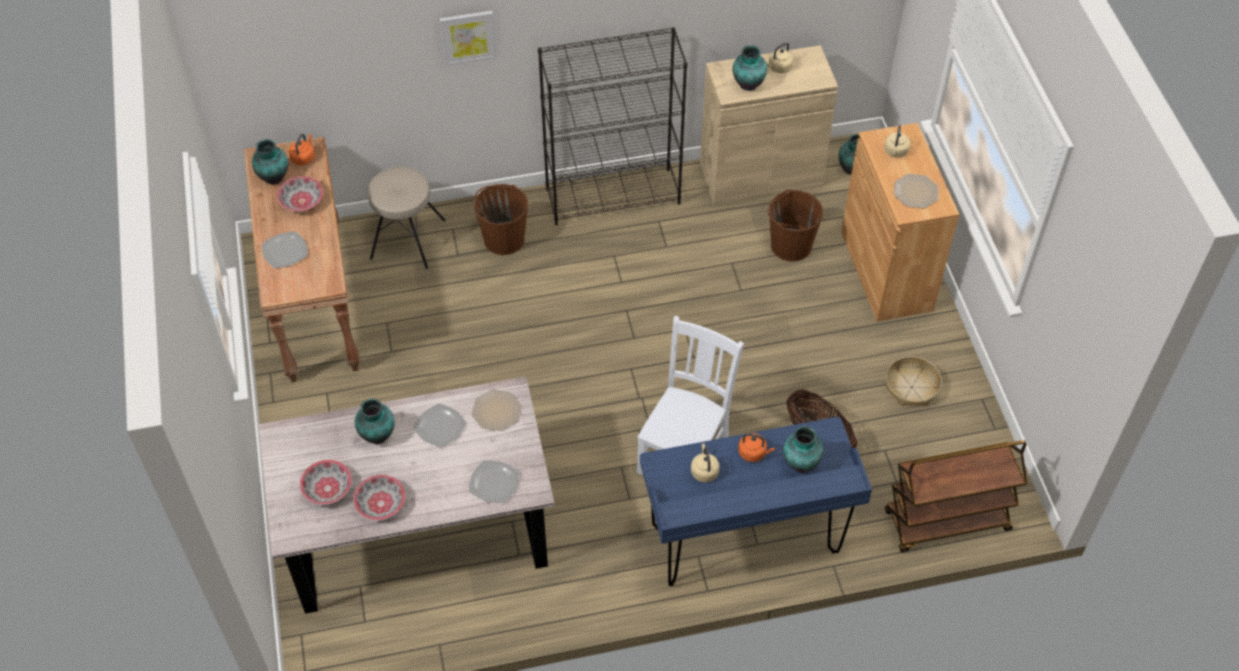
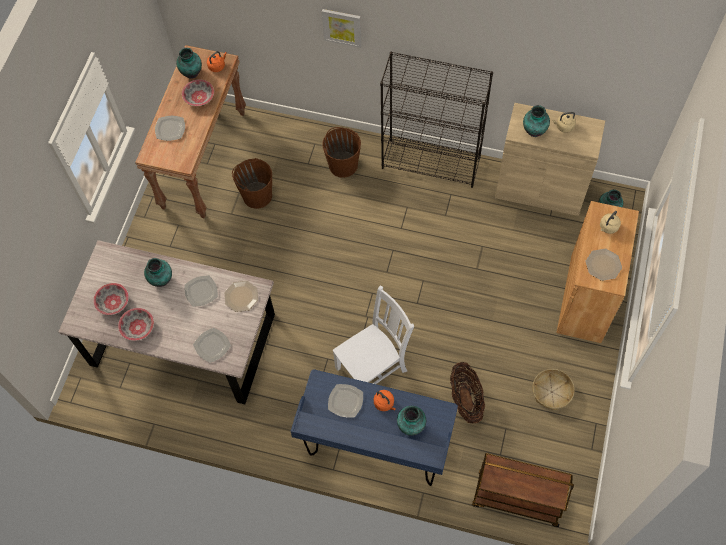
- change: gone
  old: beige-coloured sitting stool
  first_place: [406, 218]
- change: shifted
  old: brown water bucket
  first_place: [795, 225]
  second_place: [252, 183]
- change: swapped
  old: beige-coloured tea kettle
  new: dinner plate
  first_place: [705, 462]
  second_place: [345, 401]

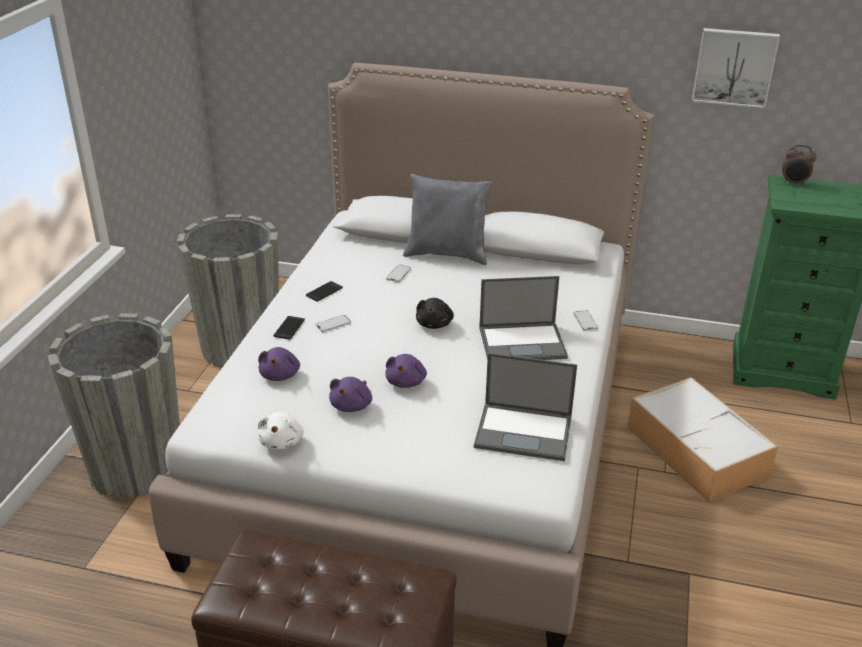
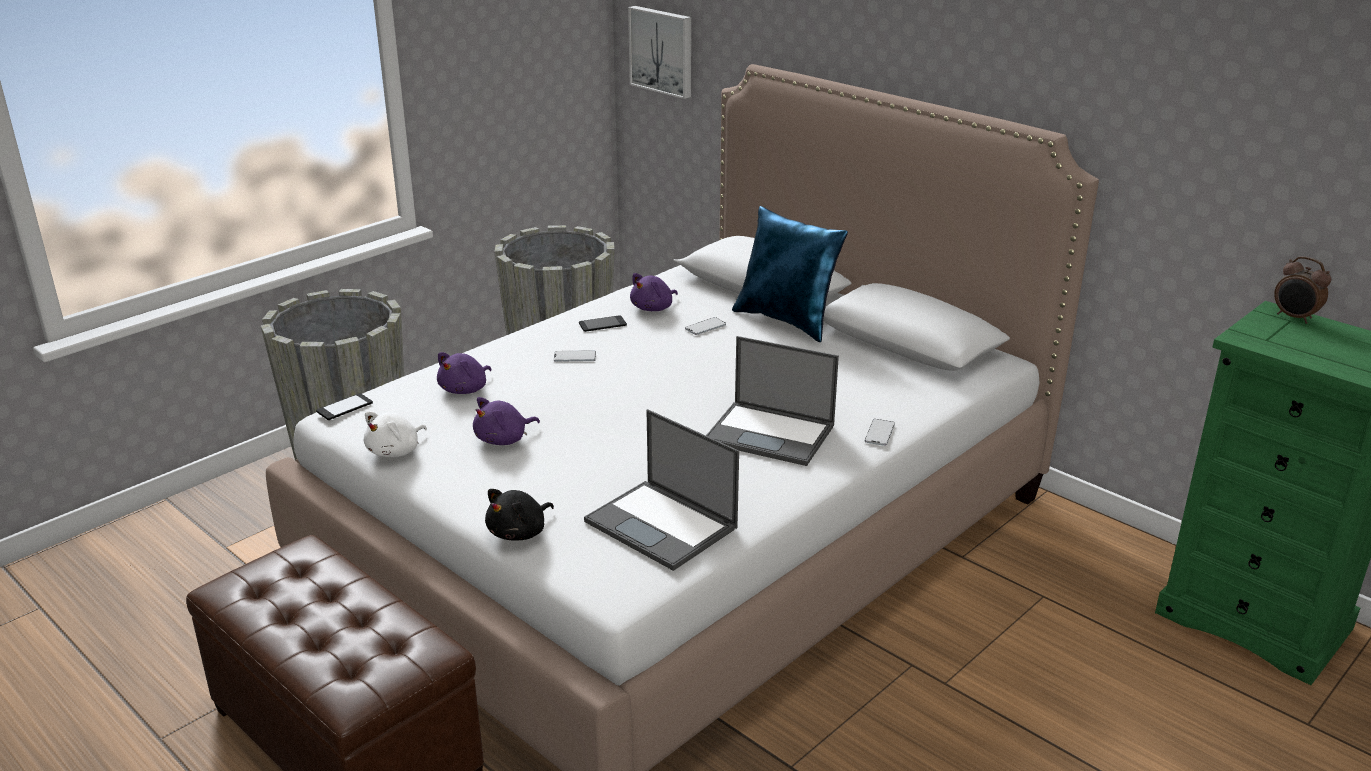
- change: gone
  old: storage bin
  first_place: [702, 439]
- change: shifted
  old: phone
  first_place: [289, 328]
  second_place: [344, 406]
- change: shifted
  old: purple-coloured plush toy
  first_place: [406, 371]
  second_place: [654, 292]
- change: shifted
  old: black plush toy
  first_place: [435, 313]
  second_place: [519, 515]
- change: shifted
  old: picture
  first_place: [736, 68]
  second_place: [659, 52]
- change: repainted
  old: greyish cushion
  new: blue cushion
  first_place: [447, 219]
  second_place: [790, 274]

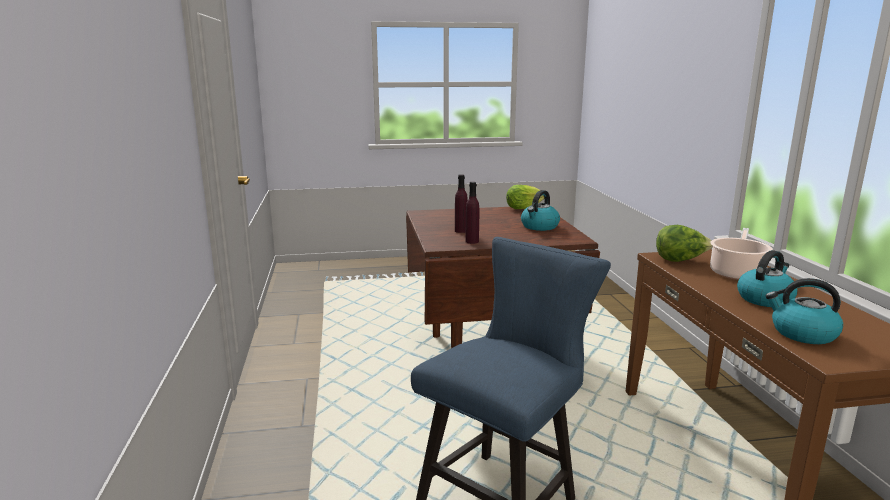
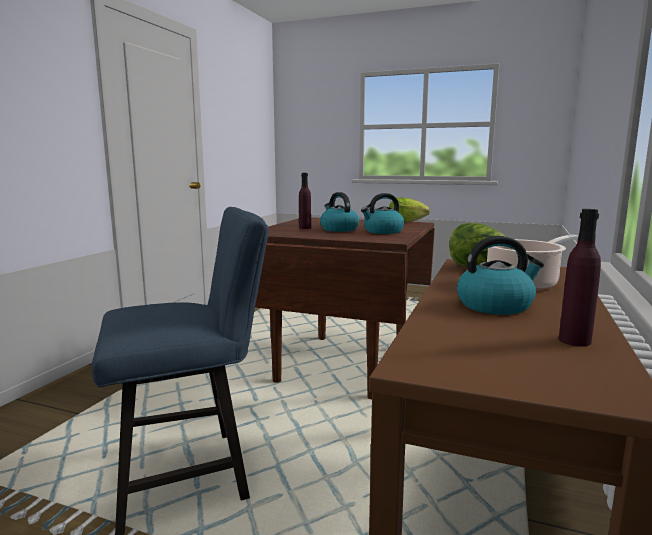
- change: shifted
  old: purple-coloured bottle
  first_place: [472, 213]
  second_place: [580, 277]
- change: shifted
  old: tea kettle
  first_place: [804, 311]
  second_place: [339, 212]

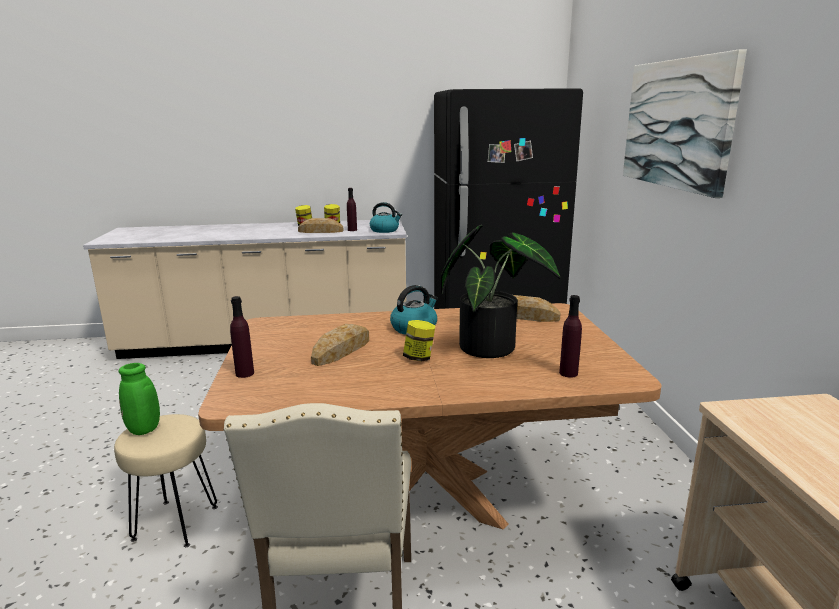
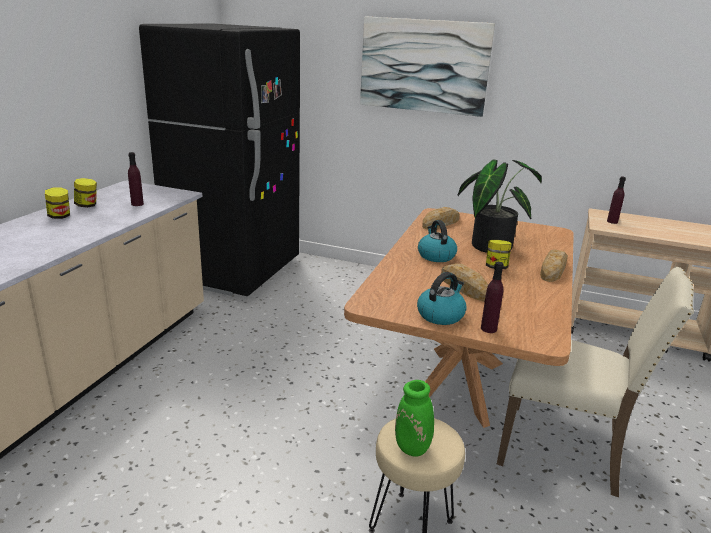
- change: shifted
  old: bakery bread
  first_place: [321, 225]
  second_place: [554, 265]
- change: shifted
  old: tea kettle
  first_place: [386, 217]
  second_place: [442, 298]
- change: shifted
  old: purple-coloured bottle
  first_place: [570, 336]
  second_place: [616, 200]

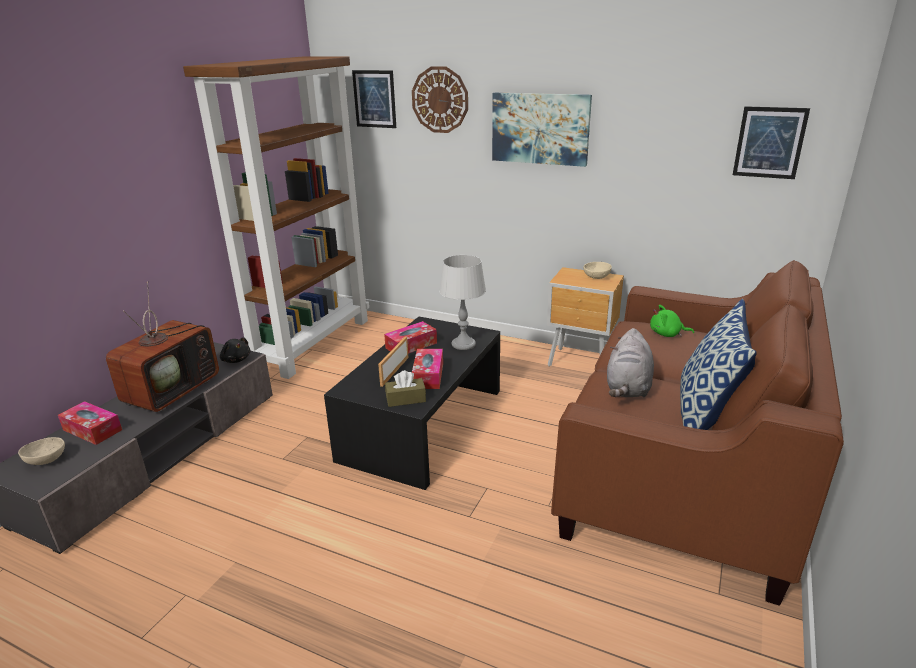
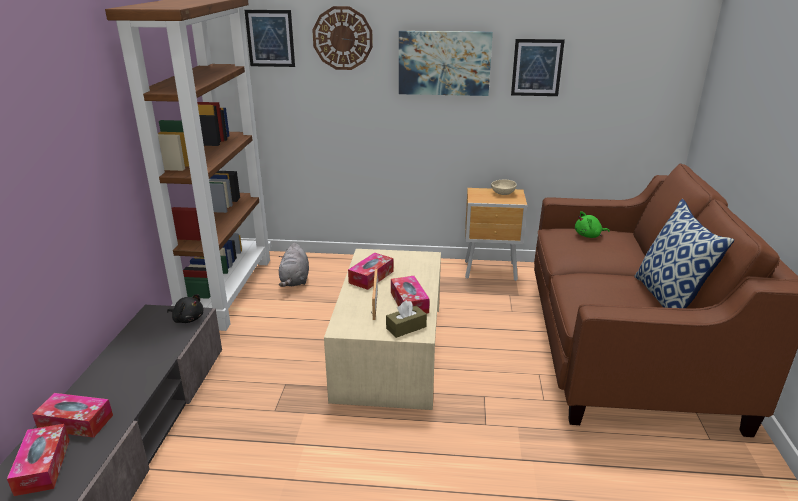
- change: gone
  old: TV
  first_place: [162, 347]
- change: gone
  old: greyish table lamp
  first_place: [462, 302]
- change: shifted
  old: greyish plush toy
  first_place: [630, 362]
  second_place: [294, 264]
- change: shifted
  old: picture
  first_place: [771, 142]
  second_place: [538, 67]
- change: swapped
  old: beige-coloured deep dish
  new: box of tissues
  first_place: [41, 451]
  second_place: [38, 460]
- change: repainted
  old: black coffee table
  new: beige-coloured coffee table
  first_place: [412, 403]
  second_place: [382, 329]

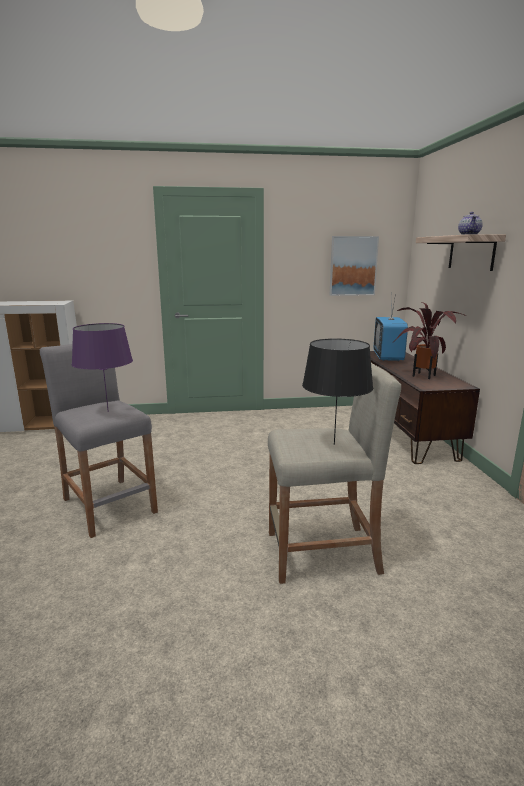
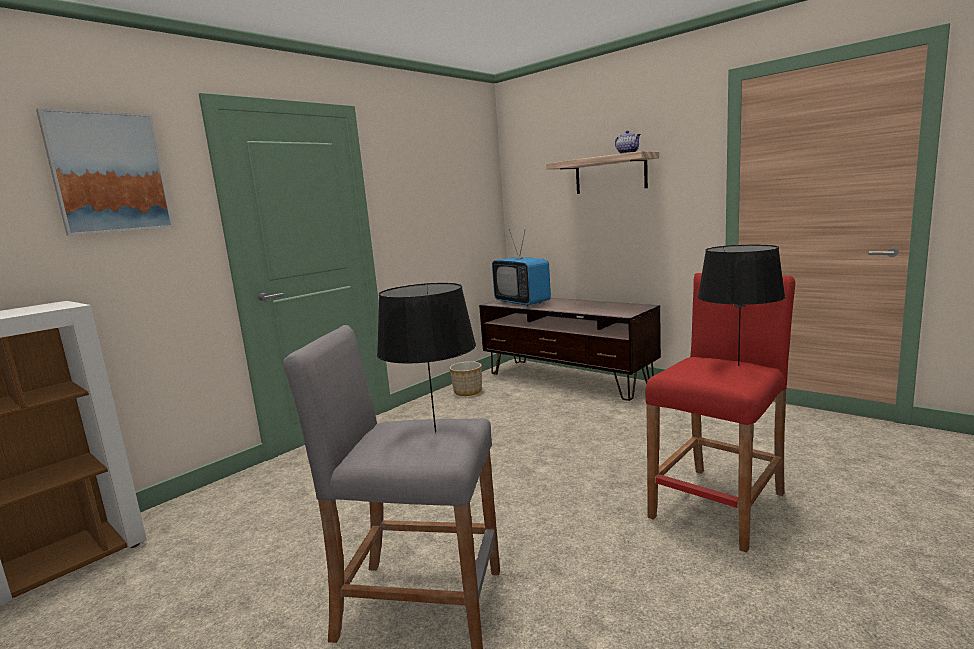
- change: gone
  old: potted plant
  first_place: [430, 340]
- change: new
  new: flower pot
  second_place: [466, 378]
- change: shifted
  old: picture
  first_place: [354, 266]
  second_place: [105, 172]
- change: repainted
  old: purple-coloured table lamp
  new: black table lamp
  first_place: [102, 367]
  second_place: [426, 358]
- change: repainted
  old: beige-coloured sitting stool
  new: red-coloured sitting stool
  first_place: [334, 473]
  second_place: [720, 413]

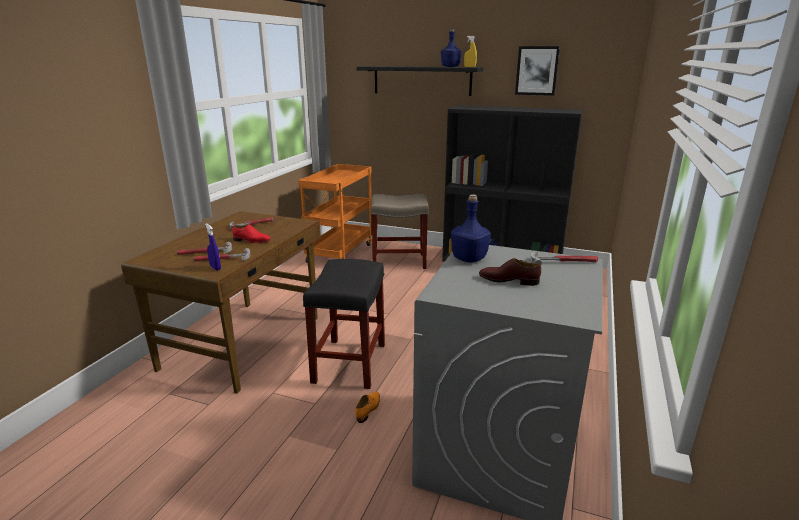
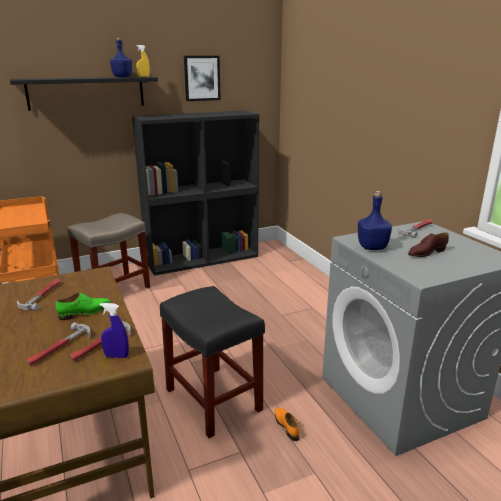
- change: repainted
  old: red-coloured item of footwear
  new: greenish item of footwear
  first_place: [251, 233]
  second_place: [83, 306]

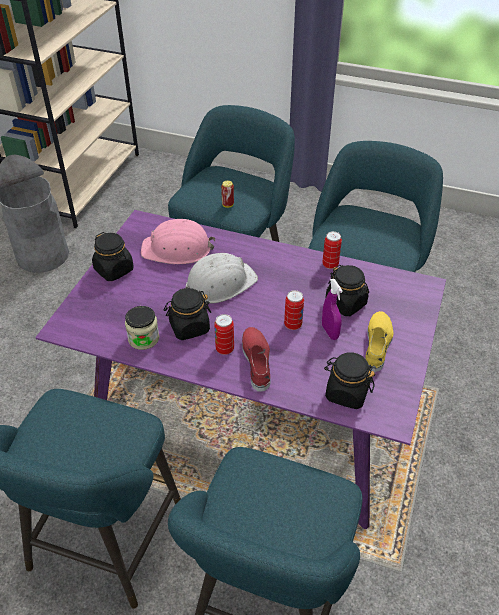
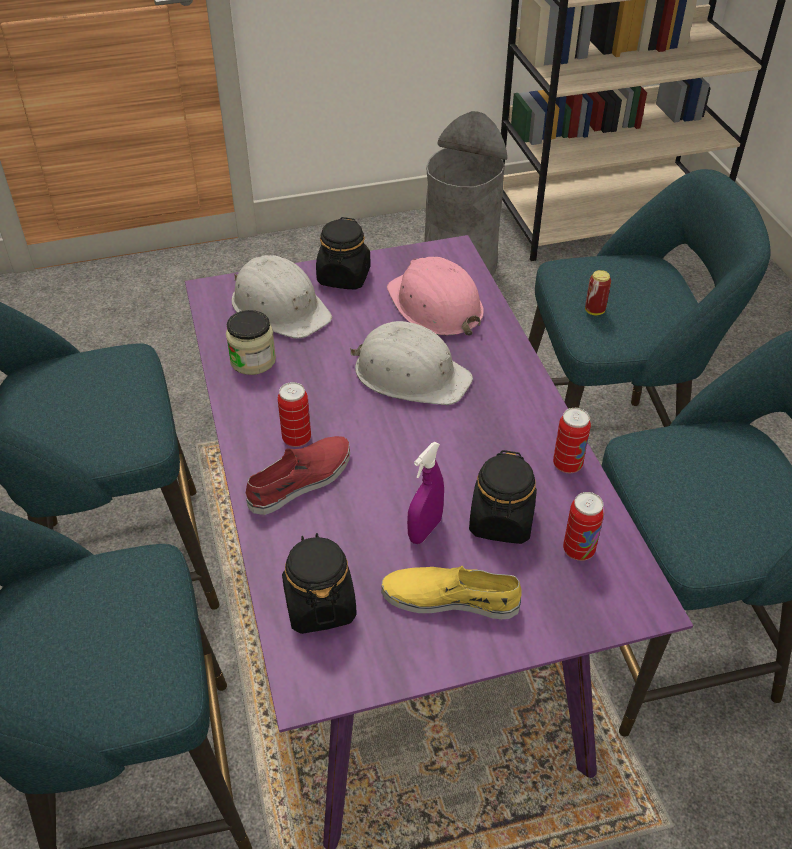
- change: gone
  old: black storage jar
  first_place: [187, 314]
- change: new
  new: whitish safety helmet
  second_place: [282, 296]
- change: shifted
  old: metal can
  first_place: [294, 310]
  second_place: [584, 526]
- change: rotated
  old: yellowish item of footwear
  first_place: [379, 341]
  second_place: [451, 592]
  degrees: -150

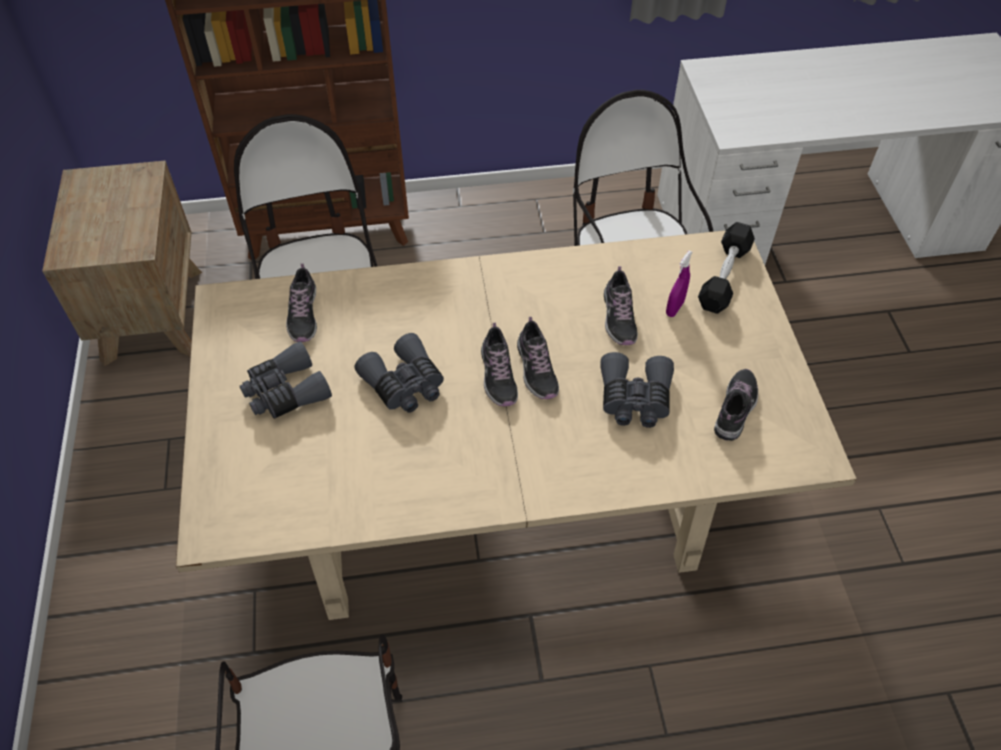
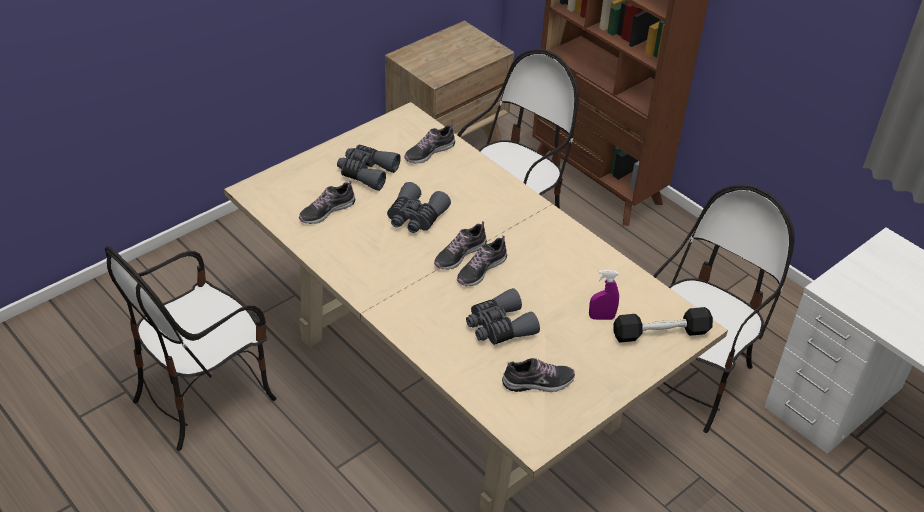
- change: shifted
  old: item of footwear
  first_place: [621, 305]
  second_place: [327, 202]

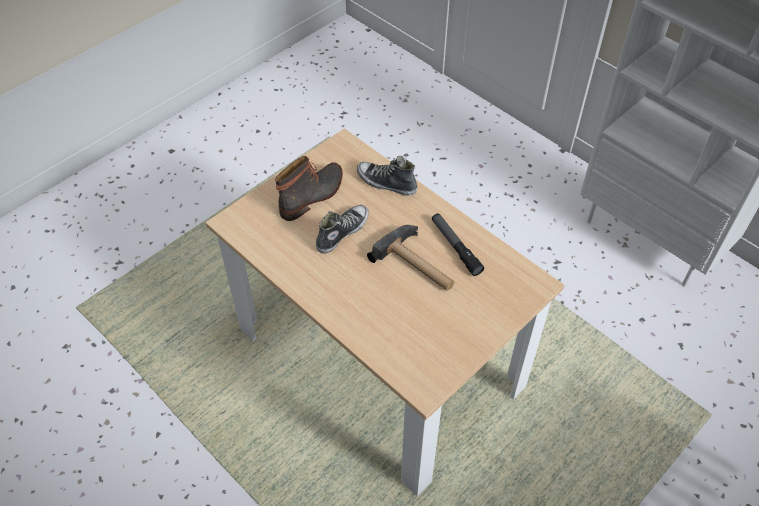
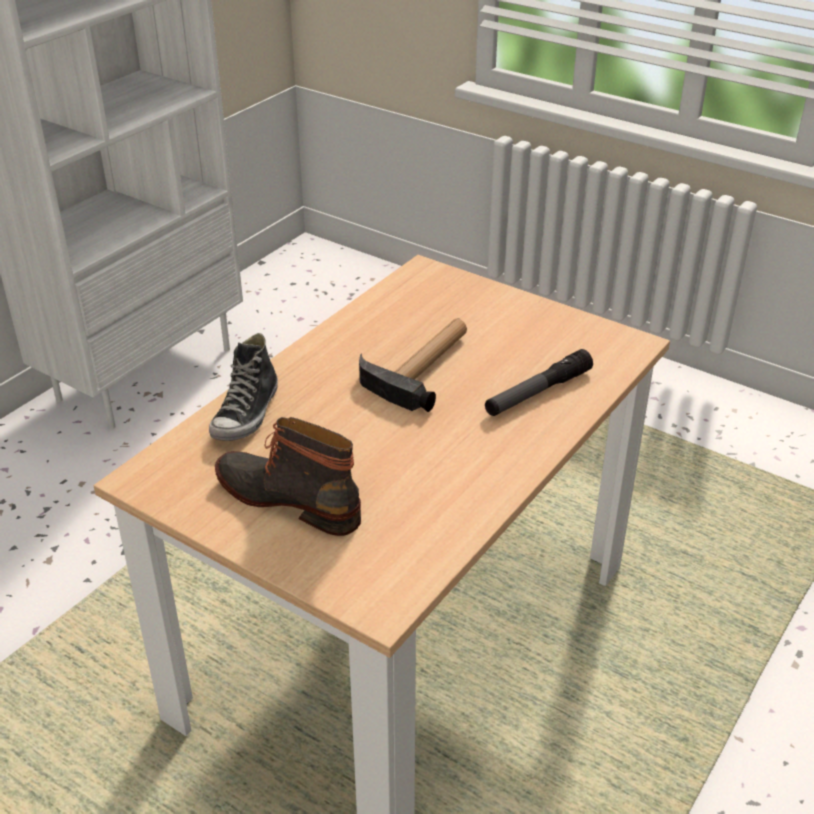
- change: gone
  old: item of footwear
  first_place: [342, 229]
- change: shifted
  old: torch
  first_place: [458, 244]
  second_place: [539, 382]

